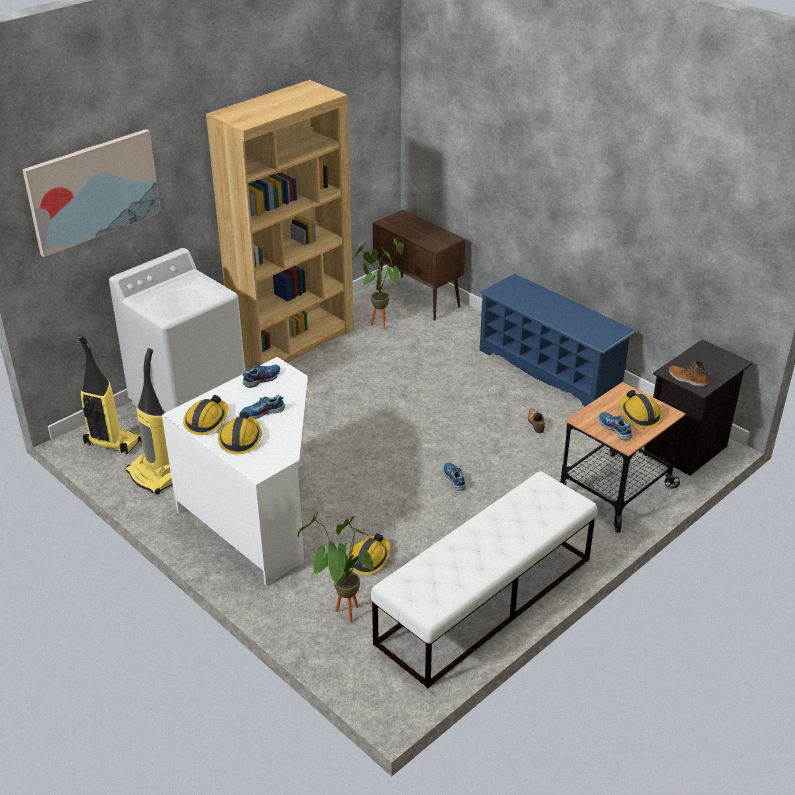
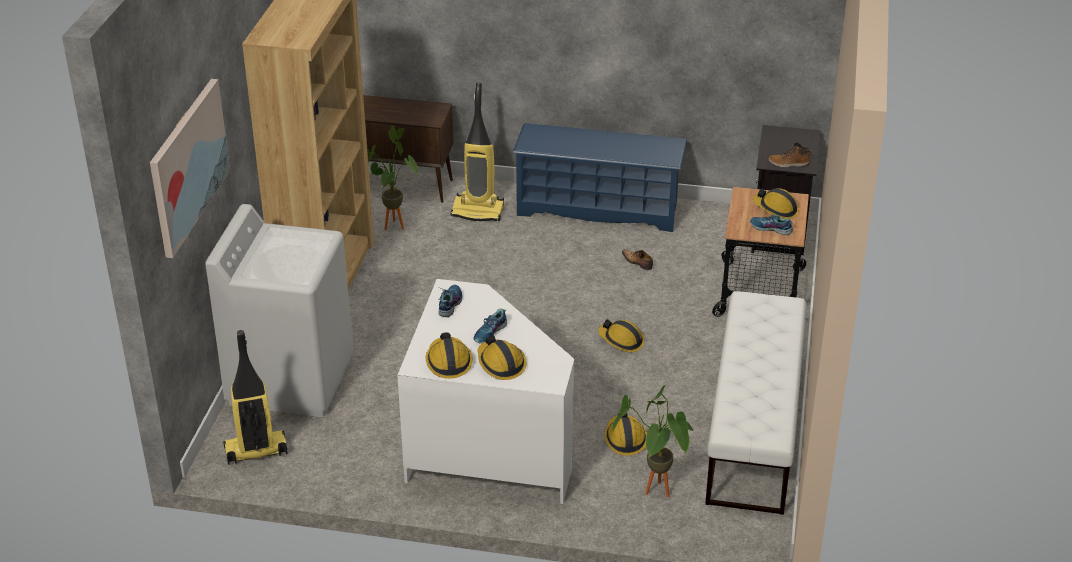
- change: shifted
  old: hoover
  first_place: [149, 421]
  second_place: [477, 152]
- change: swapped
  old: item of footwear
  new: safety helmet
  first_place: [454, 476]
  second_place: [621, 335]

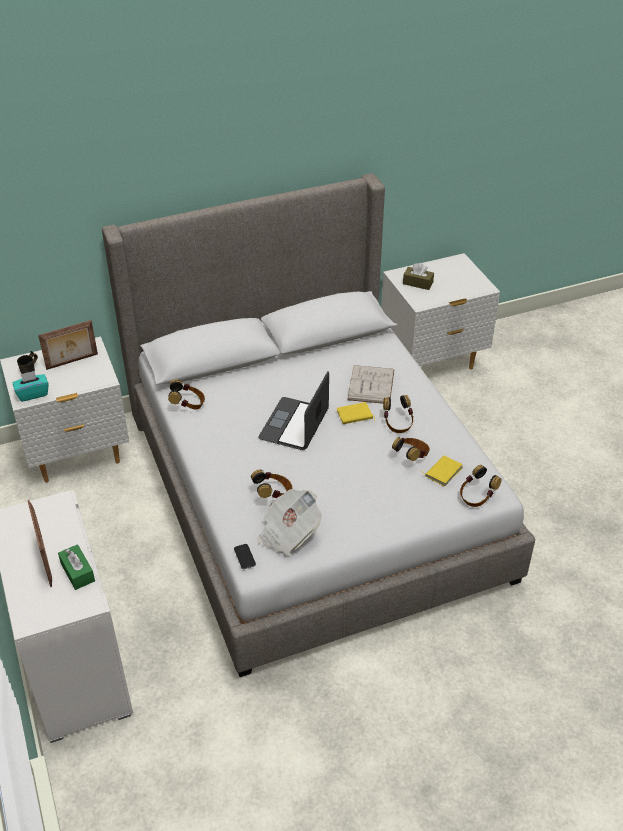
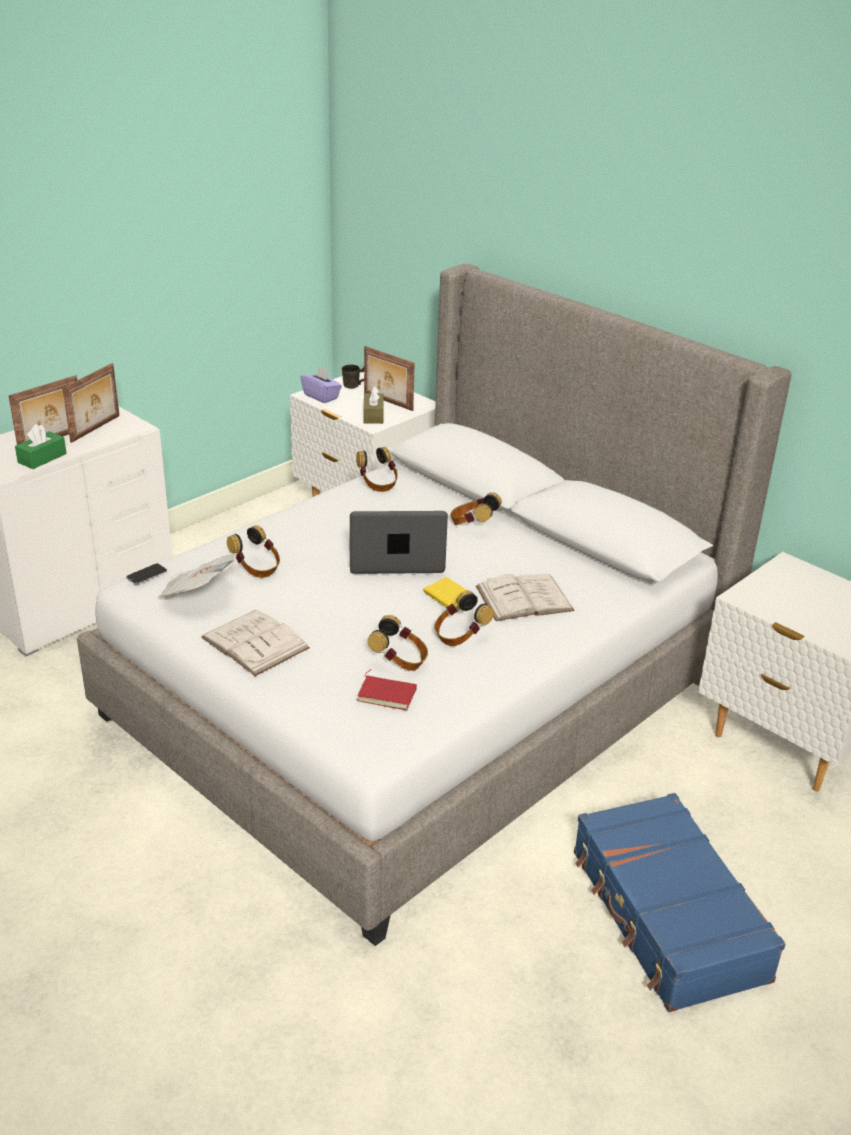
- change: new
  new: standing frame
  second_place: [90, 403]
- change: new
  new: whitish bound book
  second_place: [255, 643]
- change: new
  new: blue suitcase
  second_place: [679, 902]
- change: shifted
  old: brown box of tissues
  first_place: [418, 276]
  second_place: [373, 405]
- change: shifted
  old: headset
  first_place: [481, 486]
  second_place: [476, 509]
- change: repainted
  old: turquoise box of tissues
  new: purple-coloured box of tissues
  first_place: [31, 386]
  second_place: [321, 384]
- change: repainted
  old: yellowish bound book
  new: red-coloured bound book
  first_place: [441, 471]
  second_place: [387, 689]

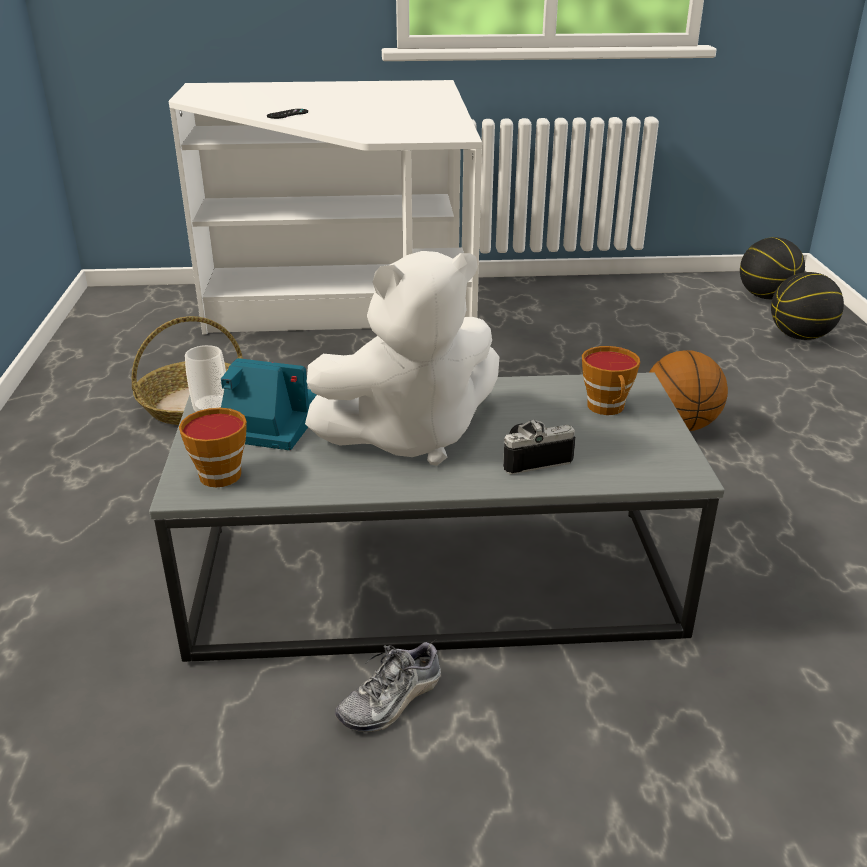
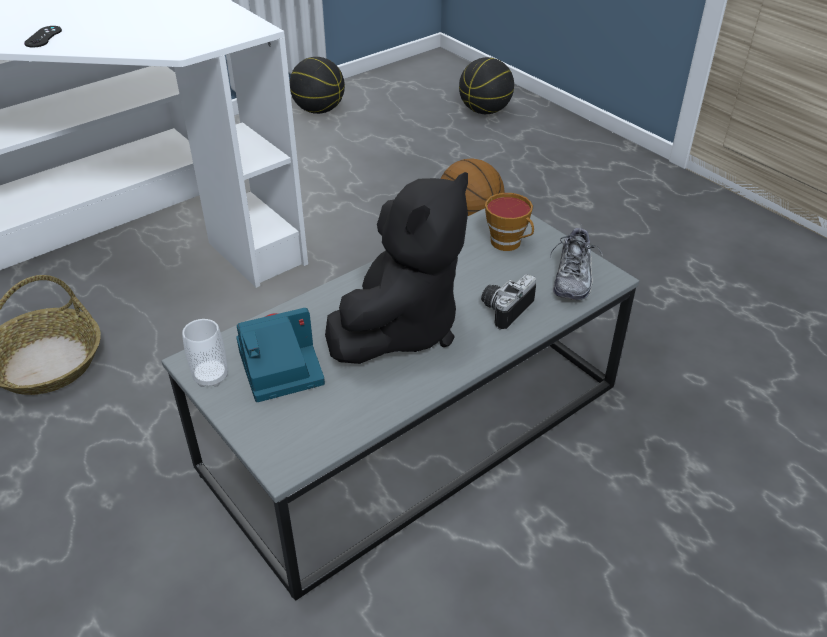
- change: gone
  old: drinking cup
  first_place: [213, 447]
- change: shifted
  old: item of footwear
  first_place: [388, 686]
  second_place: [576, 263]
- change: shifted
  old: ball for basketball
  first_place: [772, 268]
  second_place: [317, 85]
- change: repainted
  old: whitish plush toy
  new: black plush toy
  first_place: [402, 358]
  second_place: [396, 268]

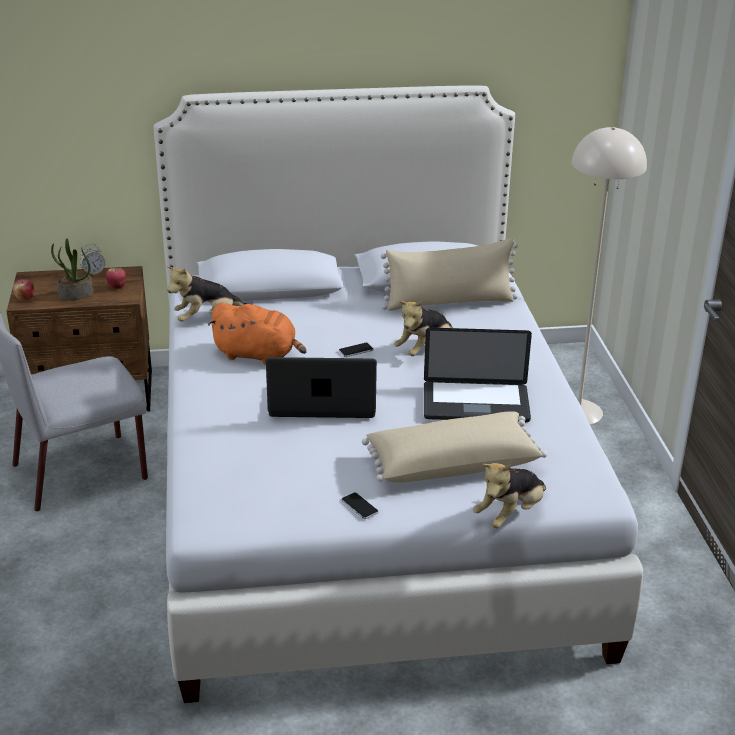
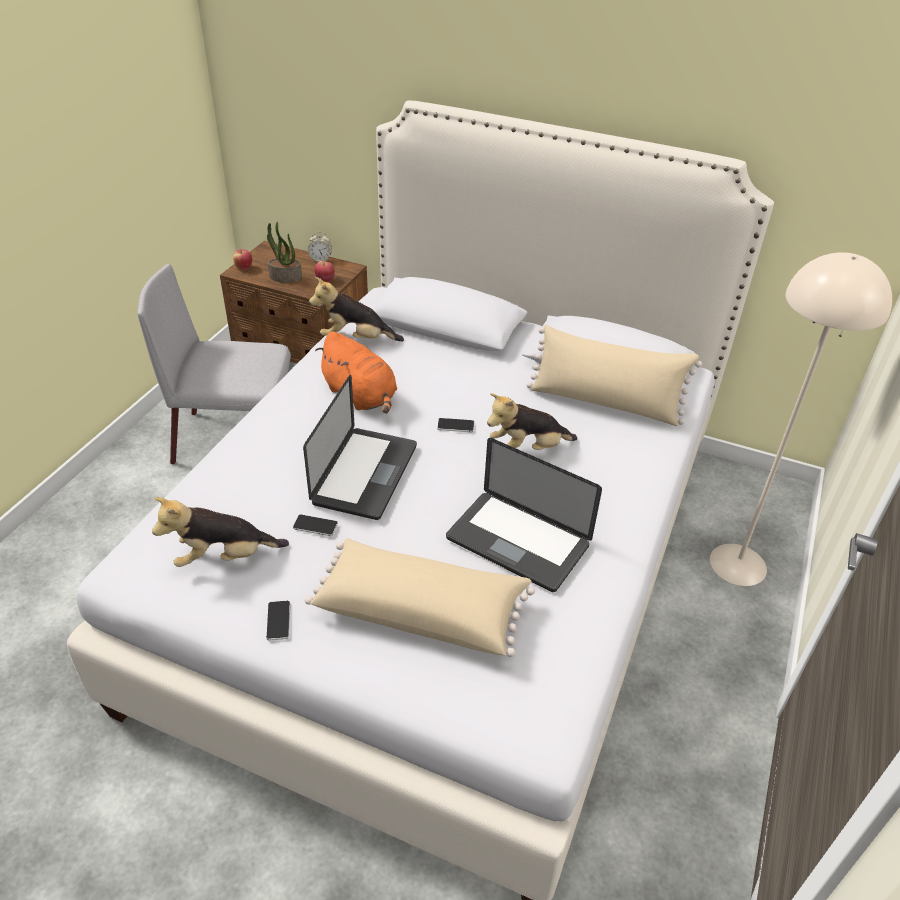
- change: new
  new: phone
  second_place: [315, 525]
- change: shifted
  old: plush toy
  first_place: [509, 496]
  second_place: [220, 532]
- change: rotated
  old: laptop
  first_place: [321, 387]
  second_place: [360, 447]
  degrees: 75

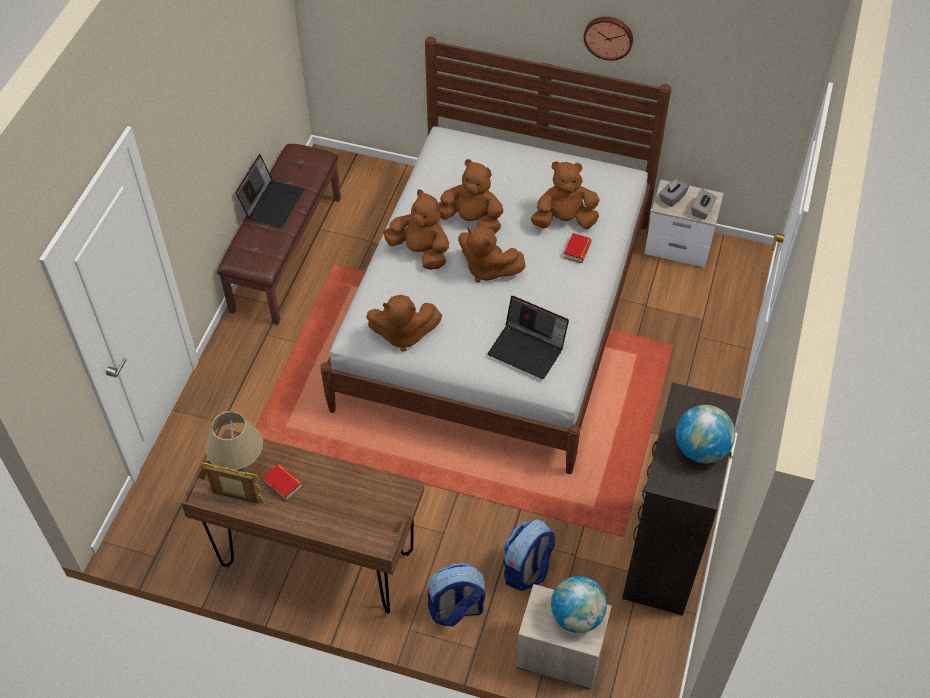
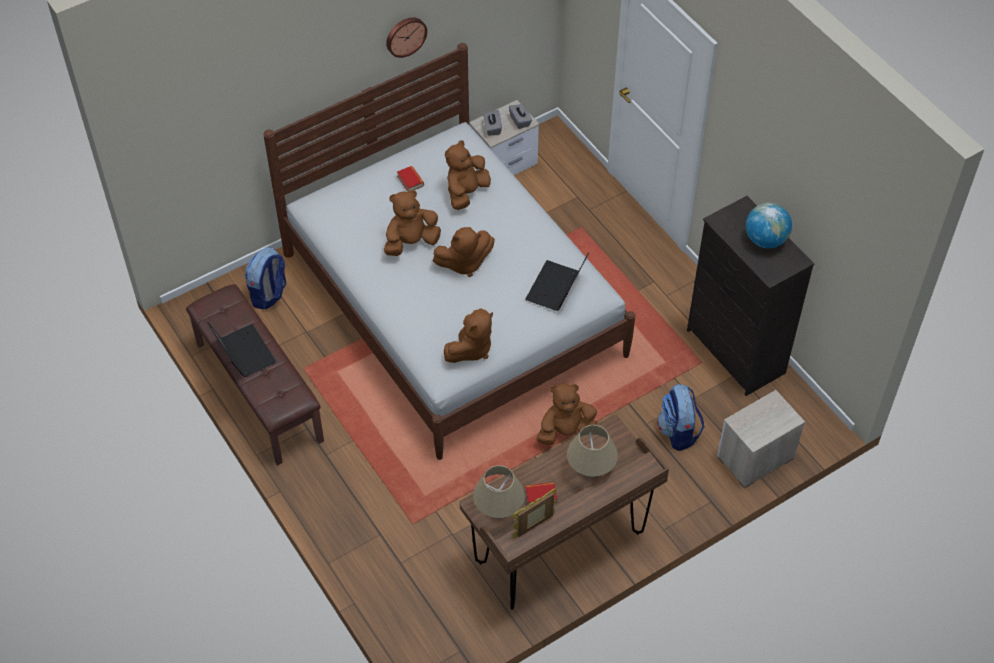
- change: gone
  old: world globe
  first_place: [579, 604]
- change: new
  new: beige-coloured table lamp
  second_place: [592, 451]
- change: shifted
  old: brown plush toy
  first_place: [416, 230]
  second_place: [566, 414]
- change: shifted
  old: rucksack
  first_place: [456, 595]
  second_place: [265, 278]
- change: shifted
  old: bound book
  first_place: [578, 248]
  second_place: [410, 179]
- change: rotated
  old: laptop
  first_place: [528, 337]
  second_place: [557, 282]
  degrees: 135

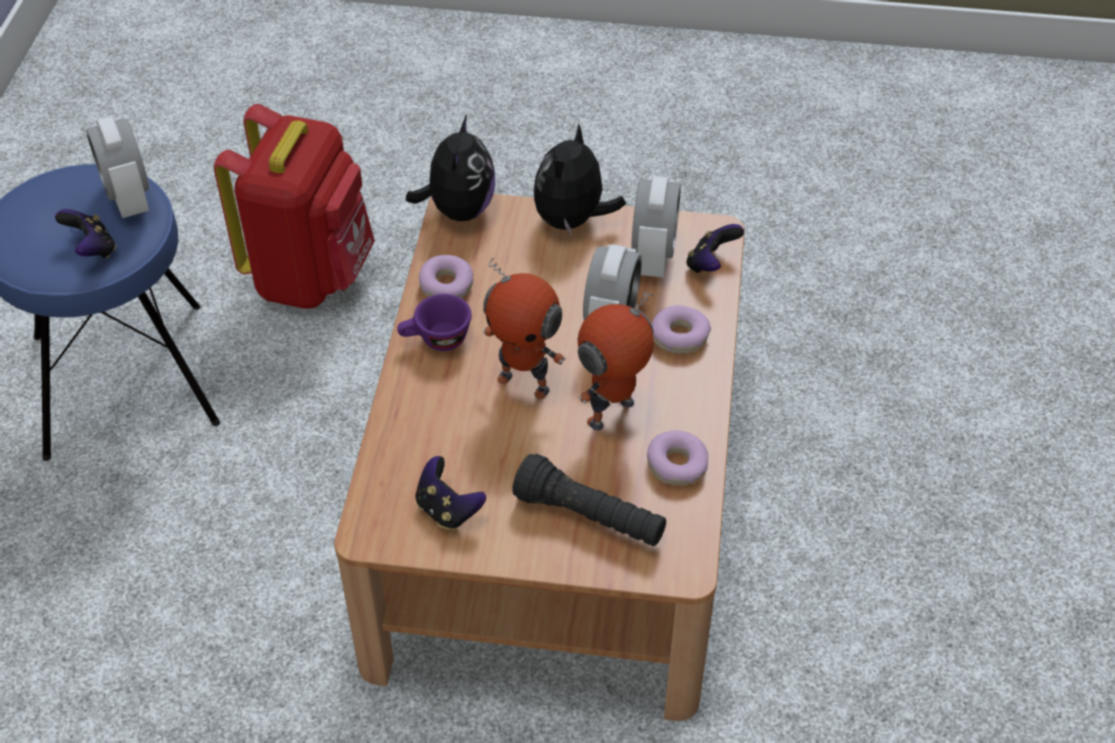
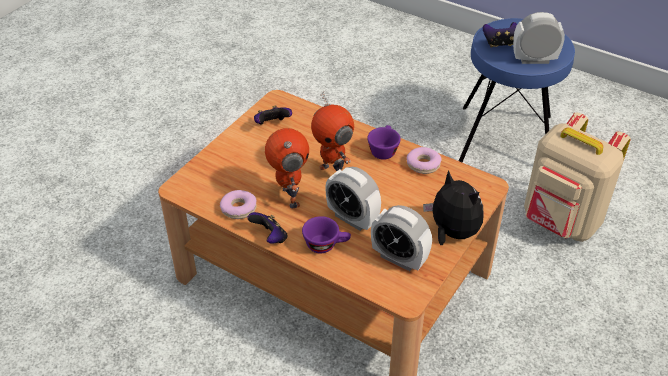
- change: gone
  old: plush toy
  first_place: [450, 168]
- change: gone
  old: black torch
  first_place: [589, 500]
- change: shifted
  old: game controller
  first_place: [715, 248]
  second_place: [267, 228]
- change: swapped
  old: donut
  new: purple-coloured drinking cup
  first_place: [681, 329]
  second_place: [326, 234]
- change: repainted
  old: red-coloured rucksack
  new: beige-coloured rucksack
  first_place: [294, 206]
  second_place: [577, 177]
- change: rotated
  old: model robot
  first_place: [524, 328]
  second_place: [332, 131]
  degrees: -90

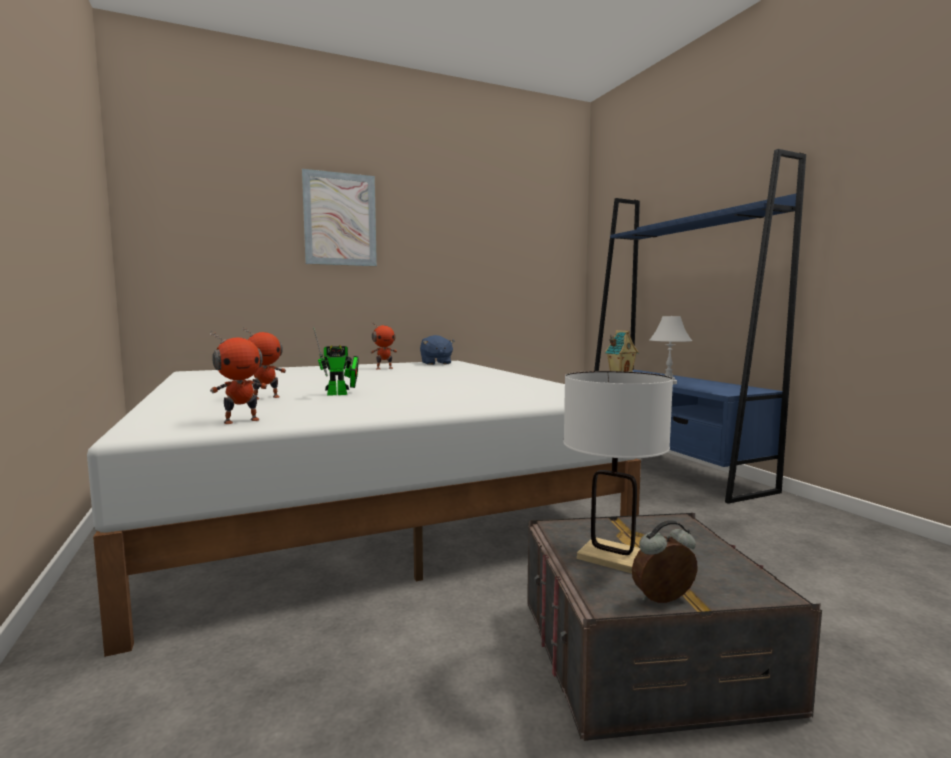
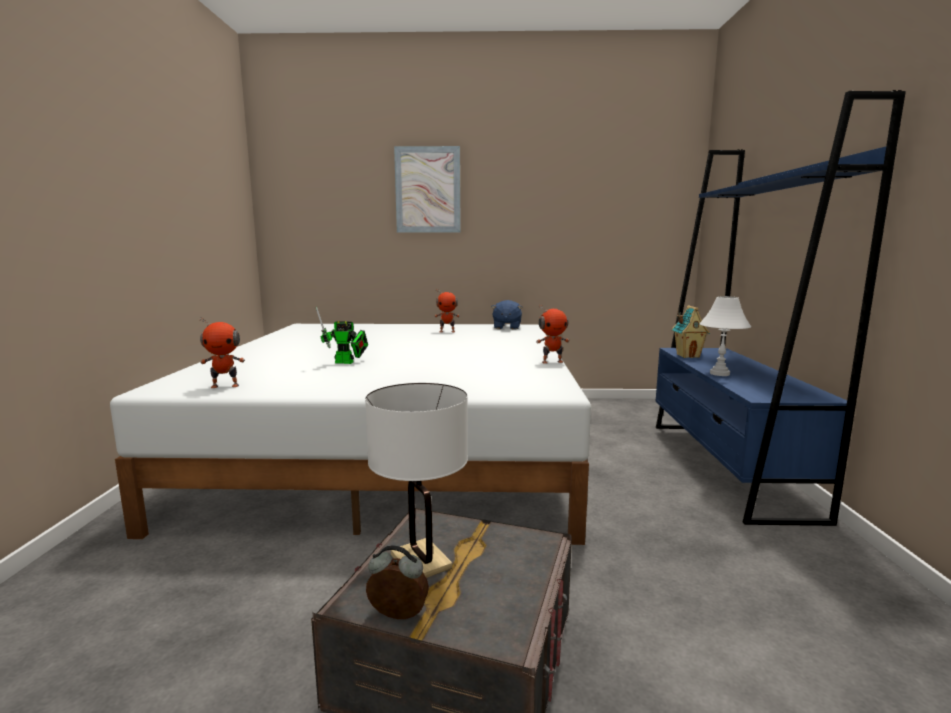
- change: shifted
  old: model robot
  first_place: [264, 363]
  second_place: [552, 334]

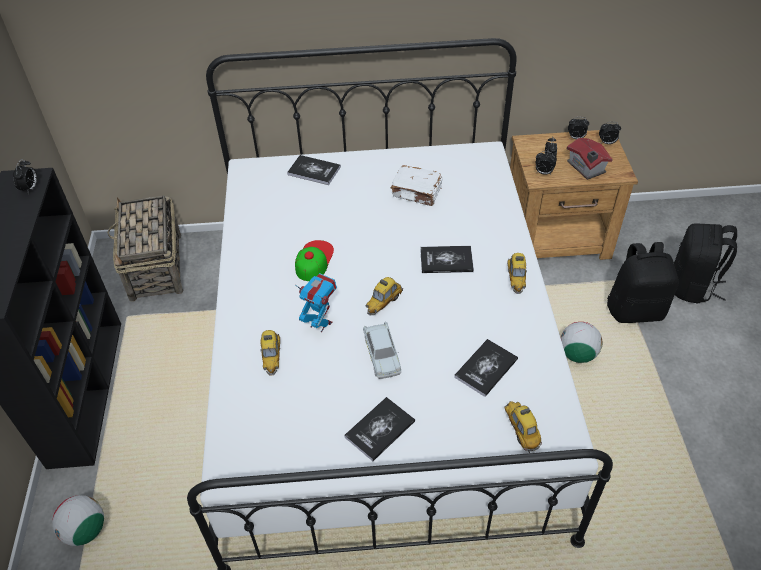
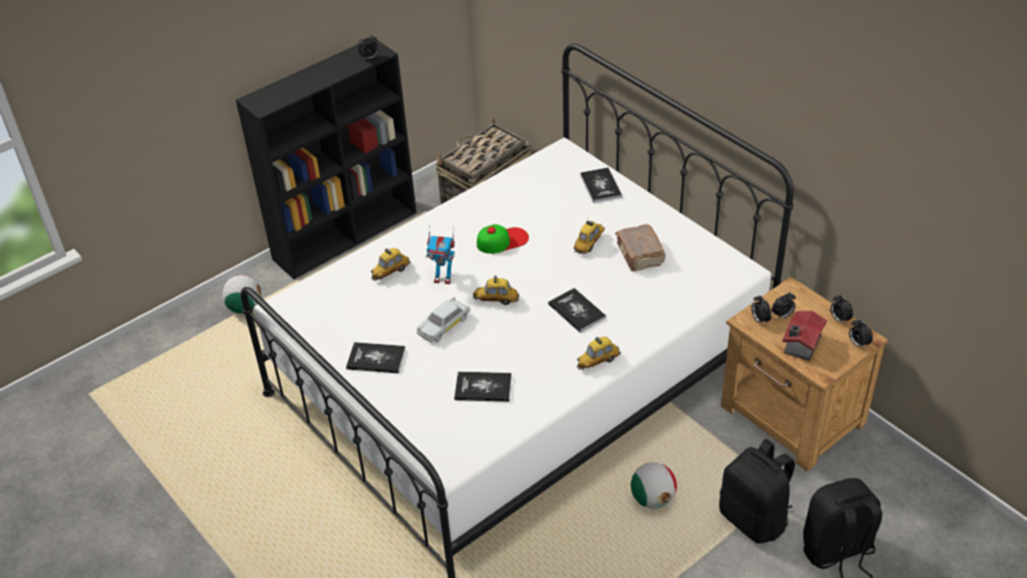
- change: shifted
  old: toy car
  first_place: [523, 427]
  second_place: [589, 235]
- change: repainted
  old: whitish bound book
  new: brown bound book
  first_place: [417, 185]
  second_place: [640, 247]
- change: rotated
  old: model robot
  first_place: [316, 302]
  second_place: [440, 254]
  degrees: 105

